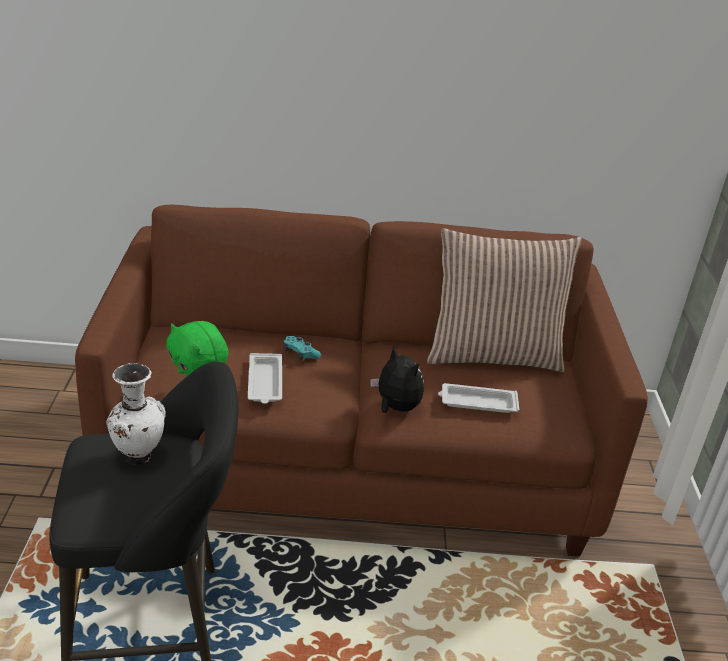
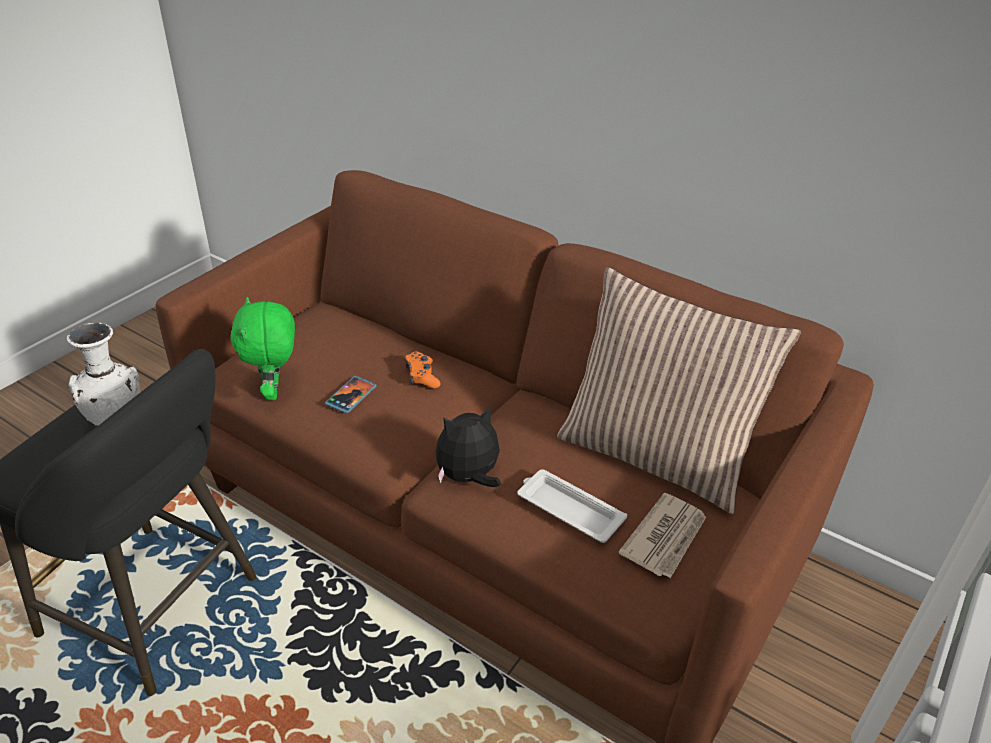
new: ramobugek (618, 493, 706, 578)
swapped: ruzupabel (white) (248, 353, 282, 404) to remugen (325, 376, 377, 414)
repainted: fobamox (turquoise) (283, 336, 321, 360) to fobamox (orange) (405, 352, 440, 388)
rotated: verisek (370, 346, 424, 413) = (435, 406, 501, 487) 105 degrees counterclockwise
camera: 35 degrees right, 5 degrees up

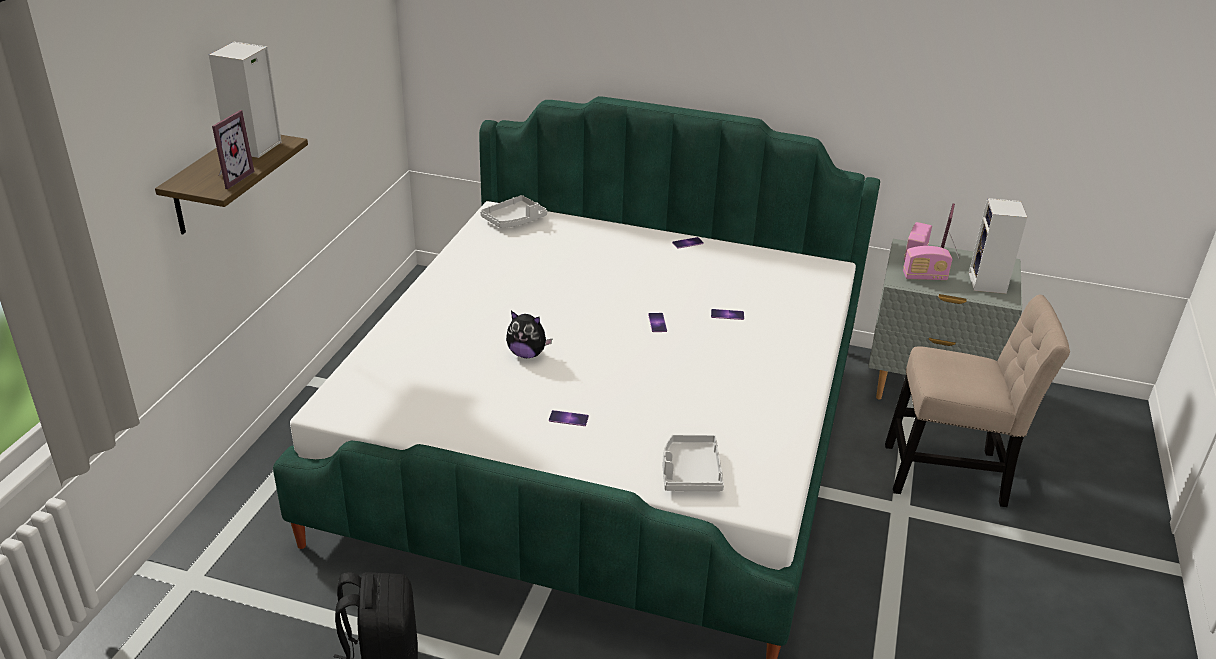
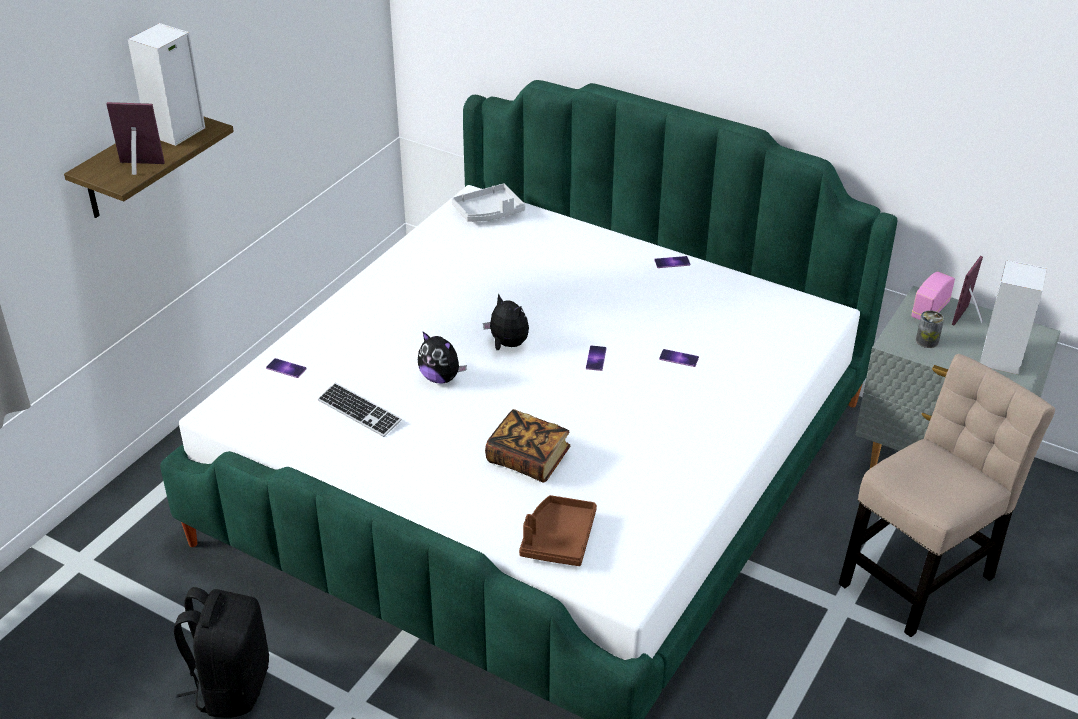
new: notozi (318, 383, 402, 437); verisek (483, 293, 529, 350); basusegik (485, 409, 570, 483)
shifted: remugen (549, 410, 589, 426) to (266, 358, 307, 378)
swapped: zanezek (903, 246, 952, 280) to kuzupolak (916, 310, 944, 348)
repainted: ruzupabel (grey) (662, 435, 724, 491) to ruzupabel (brown) (519, 495, 597, 566)
rotated: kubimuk (212, 110, 254, 189) = (106, 102, 165, 175) 120 degrees counterclockwise; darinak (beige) (885, 294, 1070, 507) = (839, 354, 1055, 637) 60 degrees counterclockwise
camera: 15 degrees right, 5 degrees up

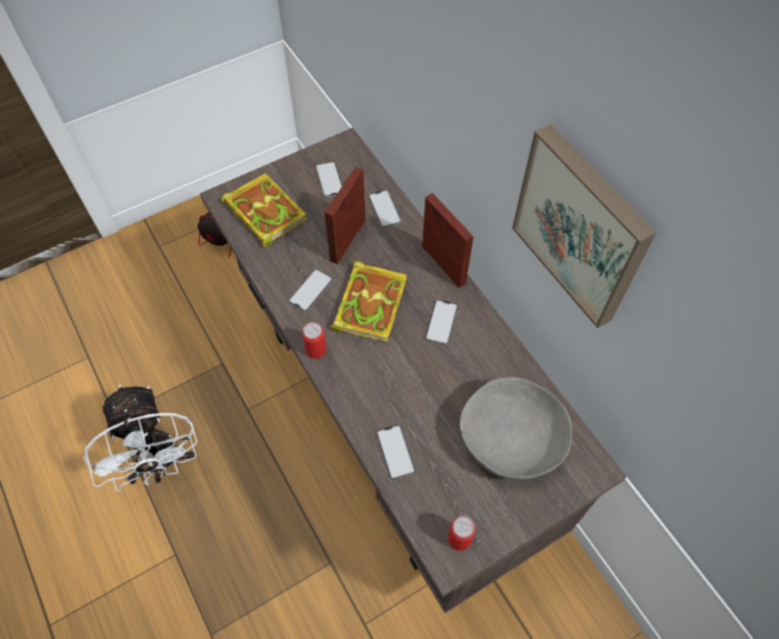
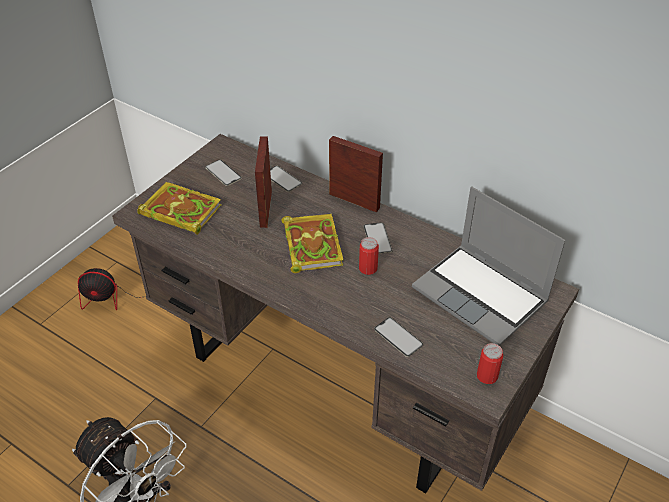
gone: remugen (288, 269, 333, 312); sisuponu (512, 124, 656, 328)
shifted: kuzupolak (302, 322, 327, 359) to (359, 237, 379, 275)
swapped: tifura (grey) (460, 377, 572, 481) to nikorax (412, 187, 565, 346)
camera: 25 degrees left, 15 degrees down

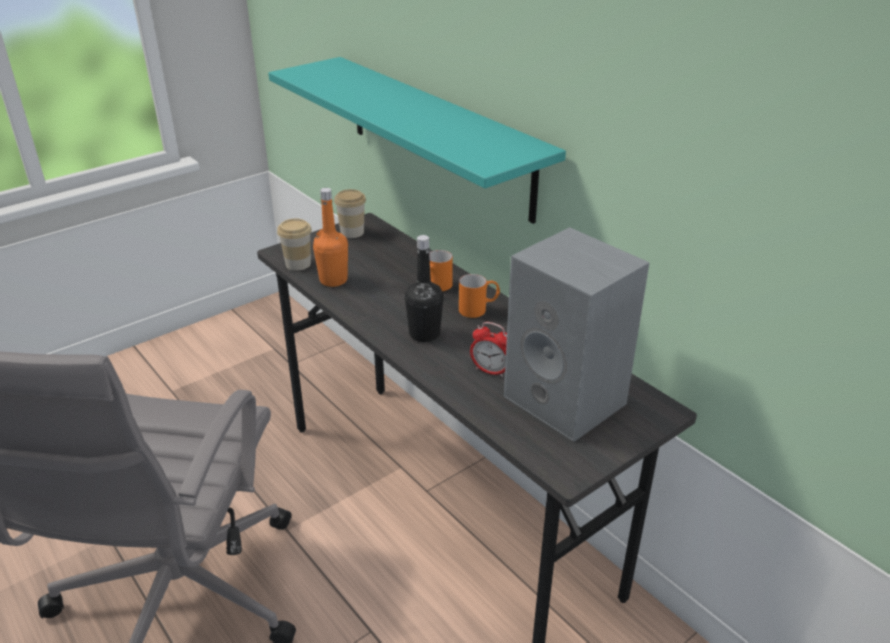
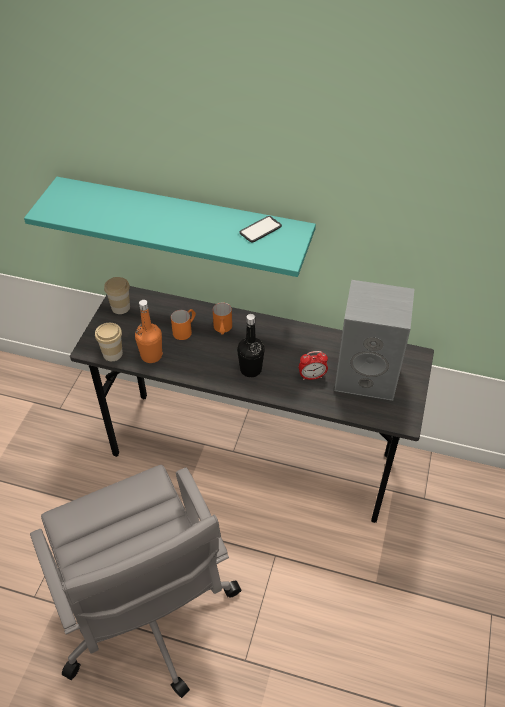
new: remugen (239, 216, 282, 242)
shifted: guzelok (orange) (459, 274, 500, 318) to (171, 309, 196, 340)
camera: 35 degrees left, 15 degrees up

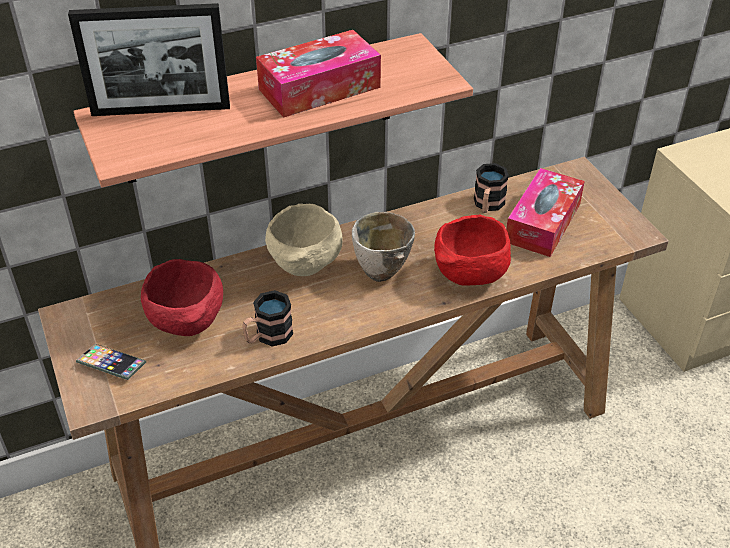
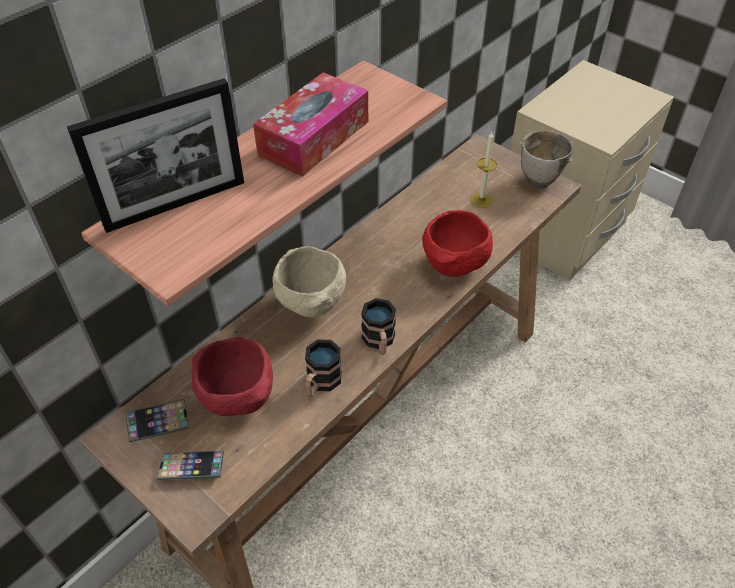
new: remugen (126, 399, 190, 442)
shifted: guzelok (474, 163, 509, 213) to (361, 298, 396, 355); tifura (352, 212, 415, 282) to (520, 130, 573, 188)
swapped: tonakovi (506, 168, 585, 257) to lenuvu (470, 132, 497, 208)
camera: 25 degrees left, 5 degrees up

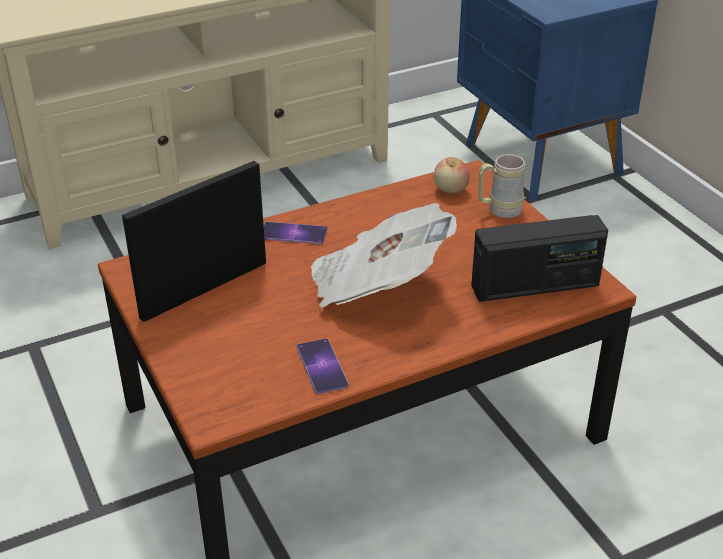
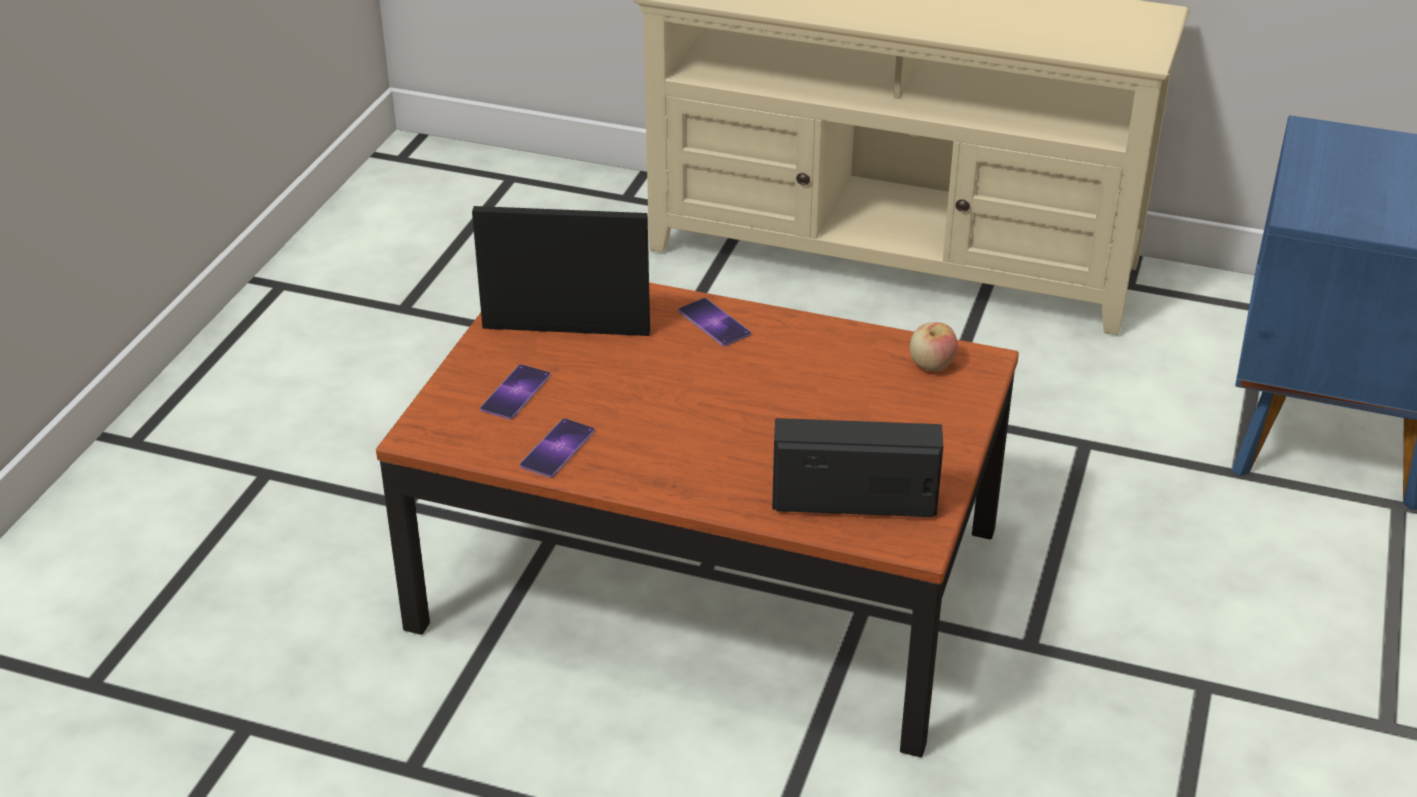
gone: ramobugek (311, 203, 457, 308); guzelok (beige) (478, 154, 525, 218)
new: remugen (480, 364, 551, 420)
rotated: zanezek (471, 215, 608, 302) = (772, 418, 943, 517) 150 degrees clockwise
camera: 45 degrees right, 0 degrees up

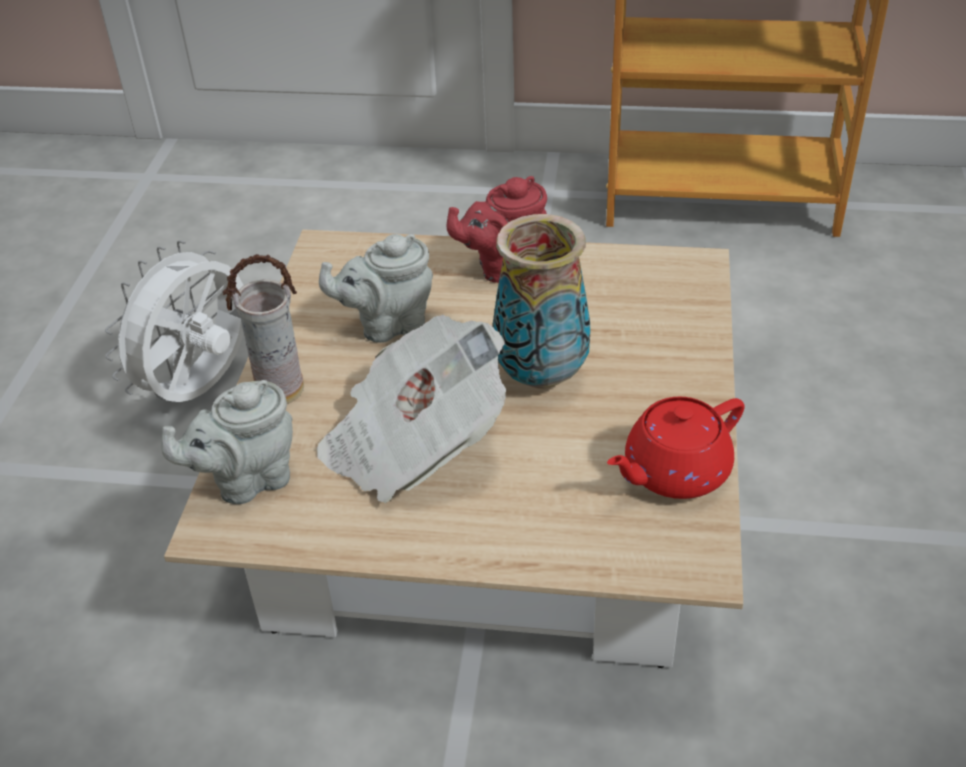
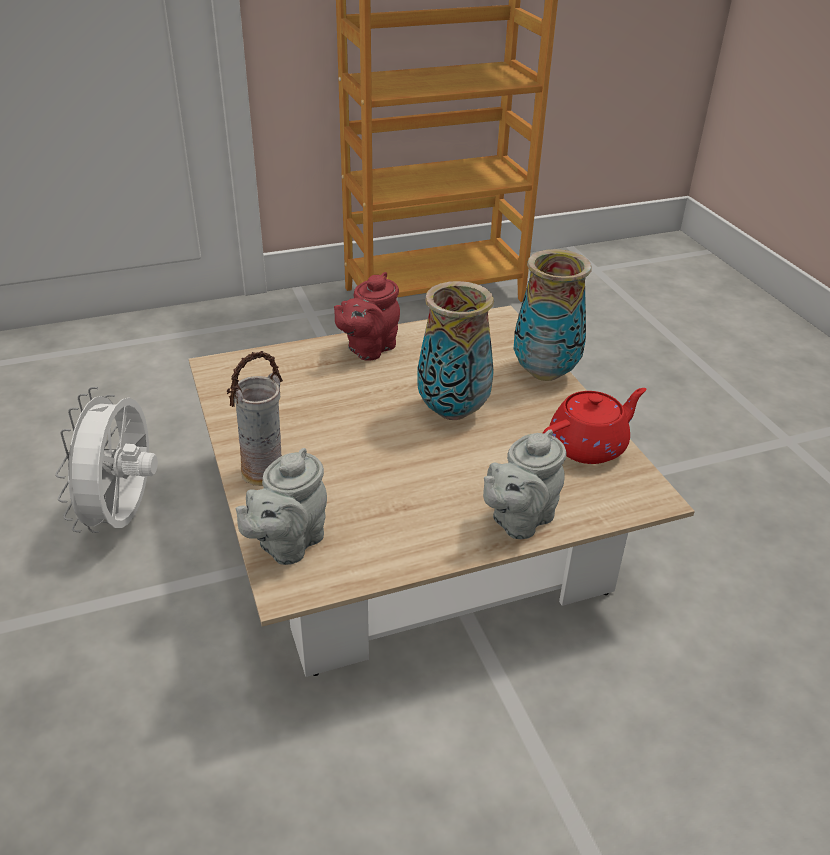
gone: ramobugek (317, 315, 507, 503)
new: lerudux (514, 249, 592, 381)
shifted: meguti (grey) (319, 234, 433, 343) to (483, 429, 567, 539)
rotated: meguti (red) (607, 397, 745, 499) = (543, 388, 647, 464) 150 degrees counterclockwise
camera: 30 degrees left, 5 degrees down

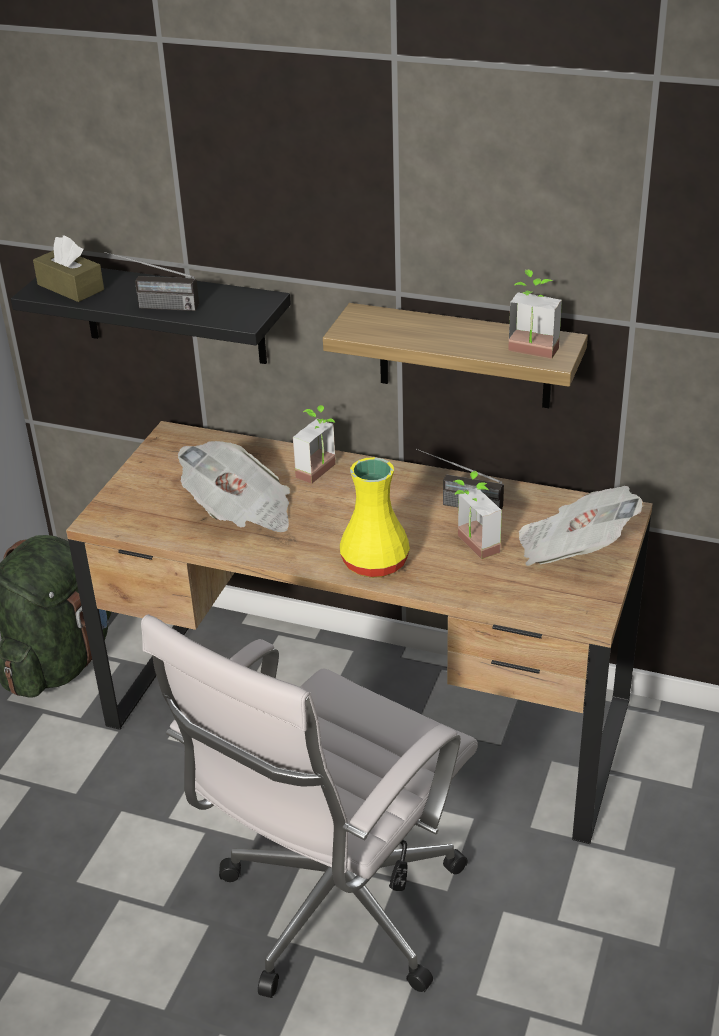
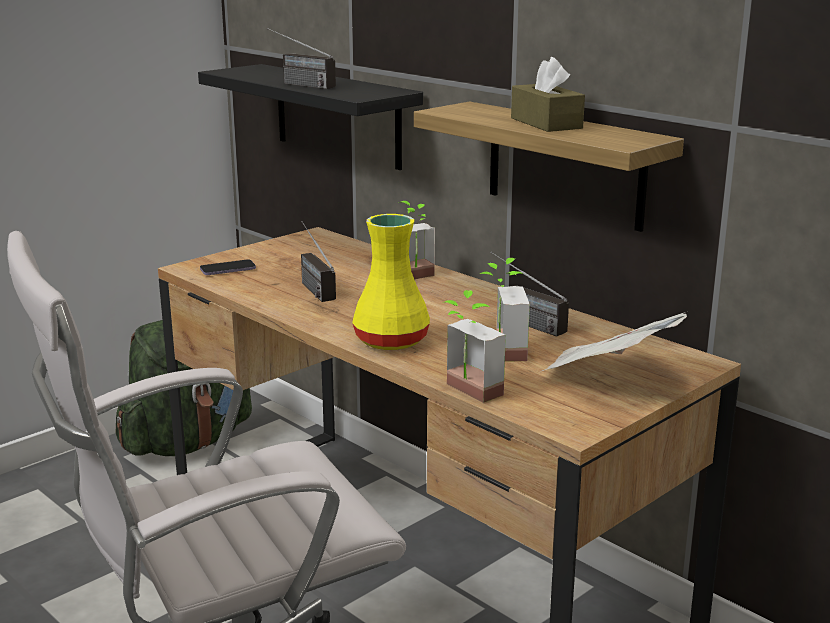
new: remugen (200, 260, 256, 275)
shifted: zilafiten (508, 270, 562, 359) to (445, 290, 506, 403); tonakovi (brown) (33, 235, 104, 302) to (511, 57, 585, 132)
swapped: ramobugek (178, 441, 290, 532) to zanezek (301, 221, 336, 302)
camera: 25 degrees right, 15 degrees down

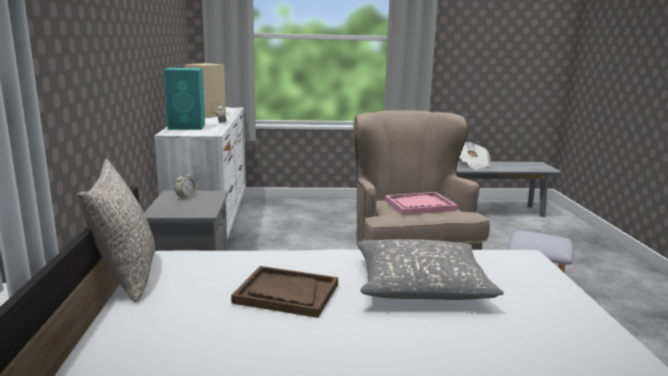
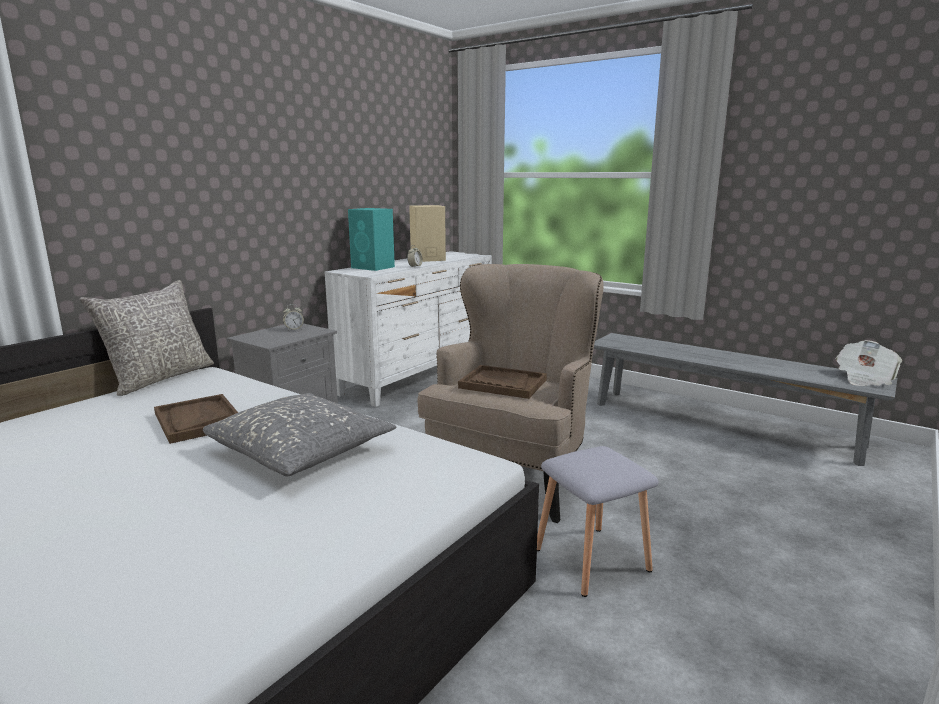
shifted: ramobugek (459, 142, 490, 169) to (836, 340, 902, 386)
repainted: ruzupabel (pink) (385, 192, 457, 215) to ruzupabel (brown) (458, 365, 547, 399)
camera: 40 degrees right, 0 degrees up

